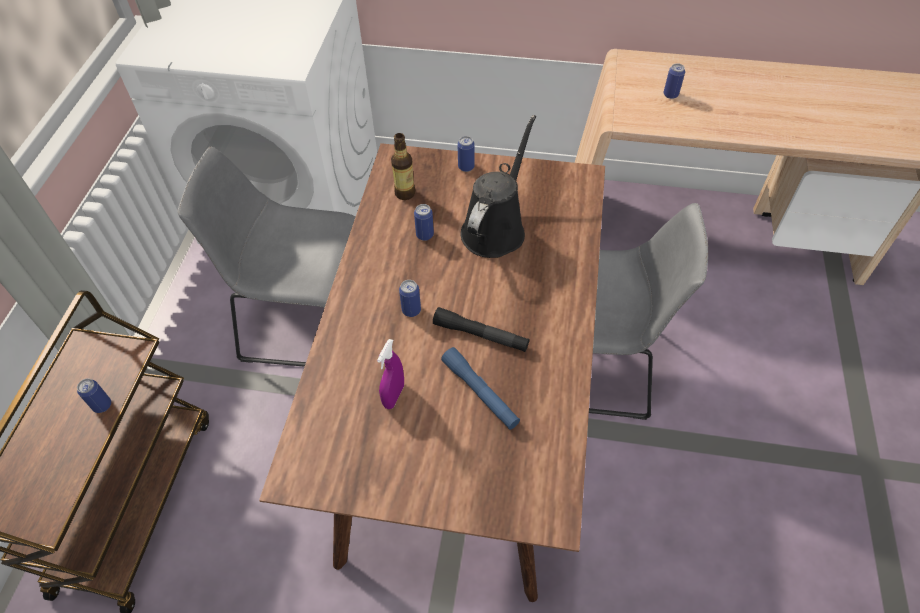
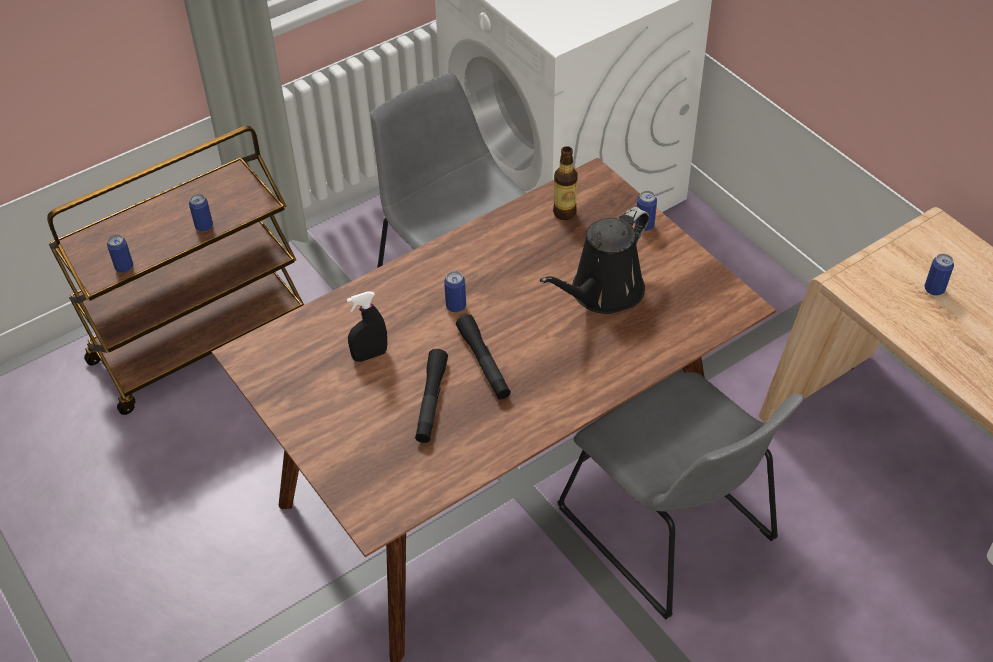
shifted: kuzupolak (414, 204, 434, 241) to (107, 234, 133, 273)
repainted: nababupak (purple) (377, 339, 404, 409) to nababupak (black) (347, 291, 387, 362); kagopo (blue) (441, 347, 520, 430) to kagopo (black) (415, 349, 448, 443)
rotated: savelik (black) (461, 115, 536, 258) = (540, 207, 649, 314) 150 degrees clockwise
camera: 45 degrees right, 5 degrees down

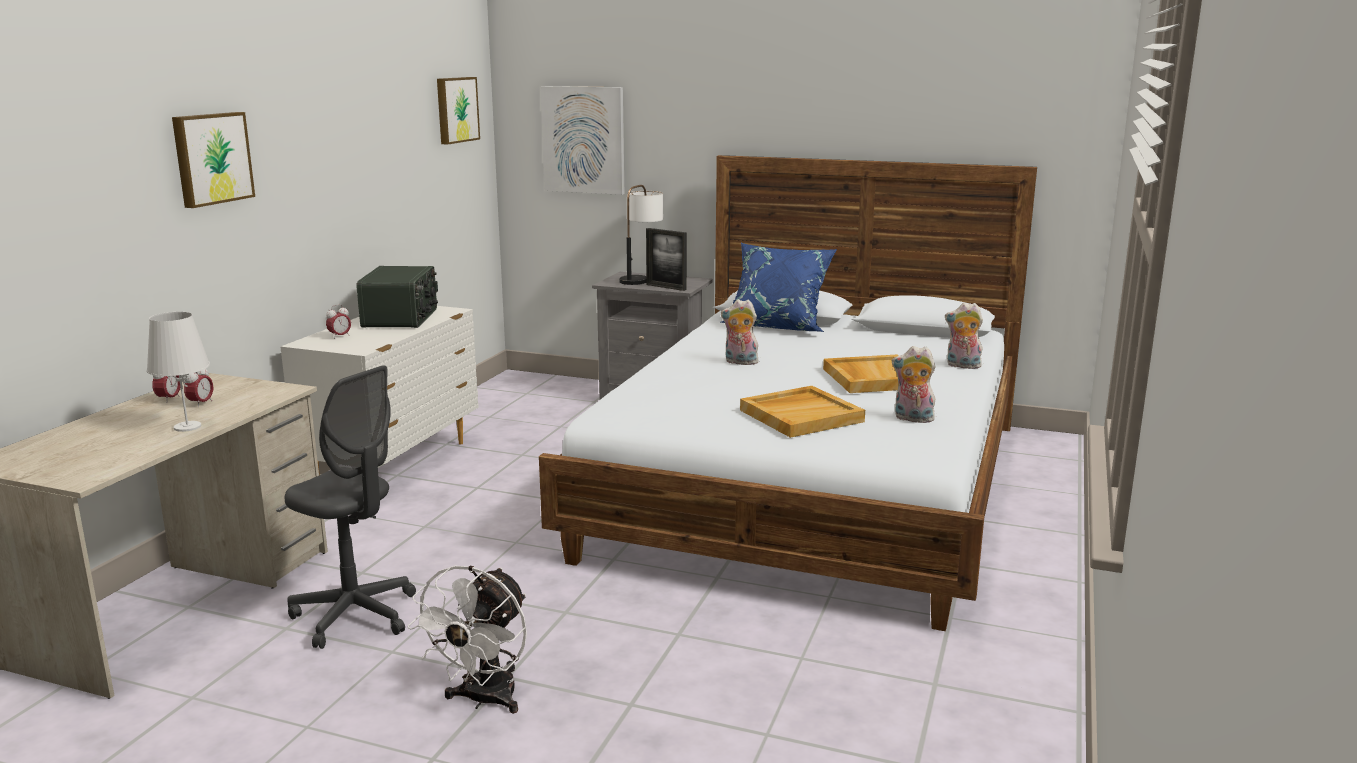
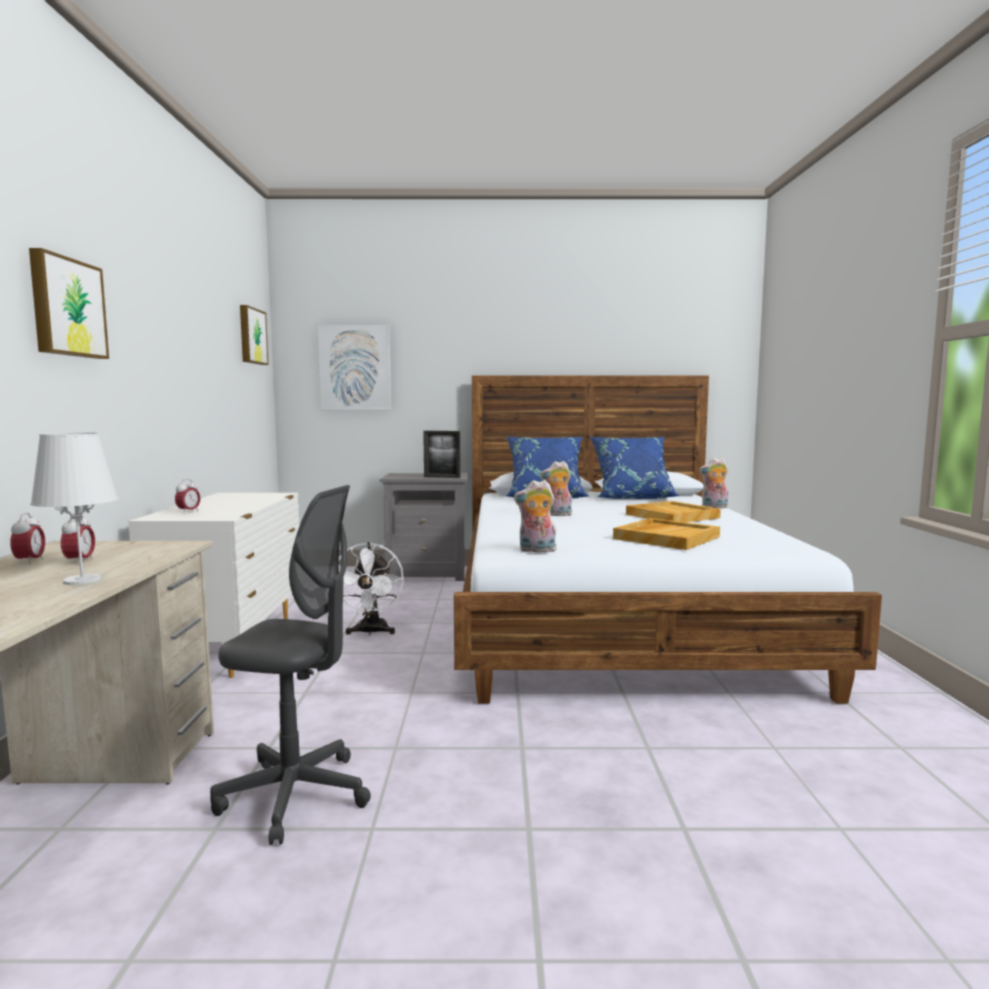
gone: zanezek (356, 266, 438, 328); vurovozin (619, 185, 663, 285)
new: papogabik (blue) (590, 437, 679, 499)
shifted: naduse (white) (407, 566, 527, 714) to (339, 542, 404, 635); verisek (892, 346, 937, 423) to (514, 480, 556, 552)
camera: 20 degrees left, 10 degrees down

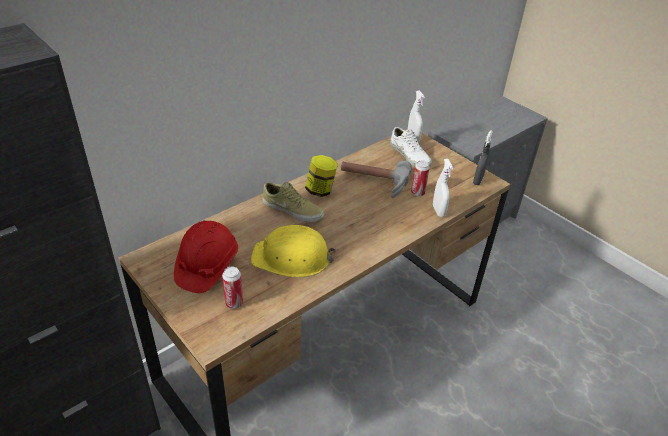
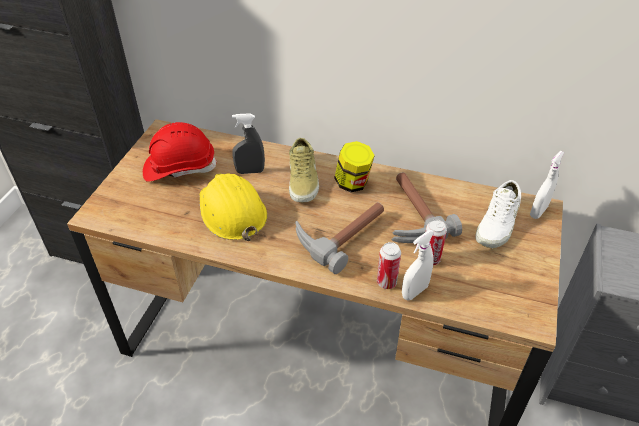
new: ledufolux (295, 202, 384, 274)
shifted: nababupak (grey) (473, 130, 493, 185) to (232, 113, 265, 174); kuzupolak (222, 267, 243, 309) to (377, 242, 401, 289)
camera: 60 degrees right, 5 degrees up

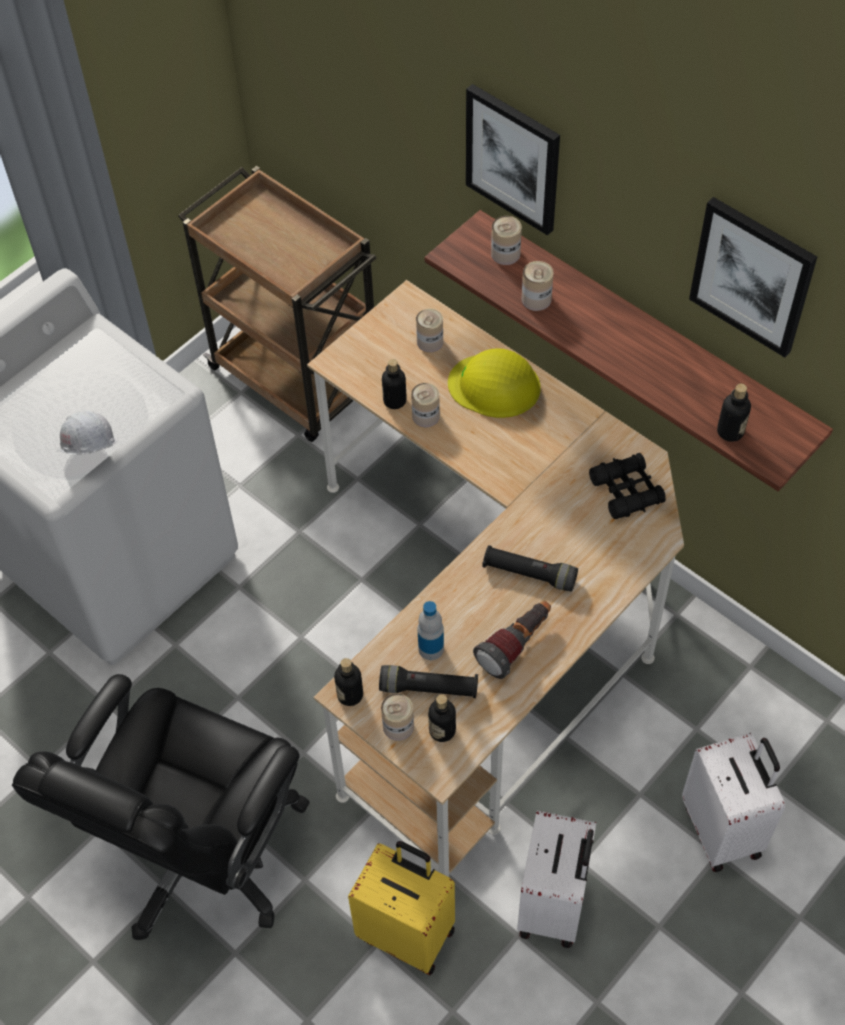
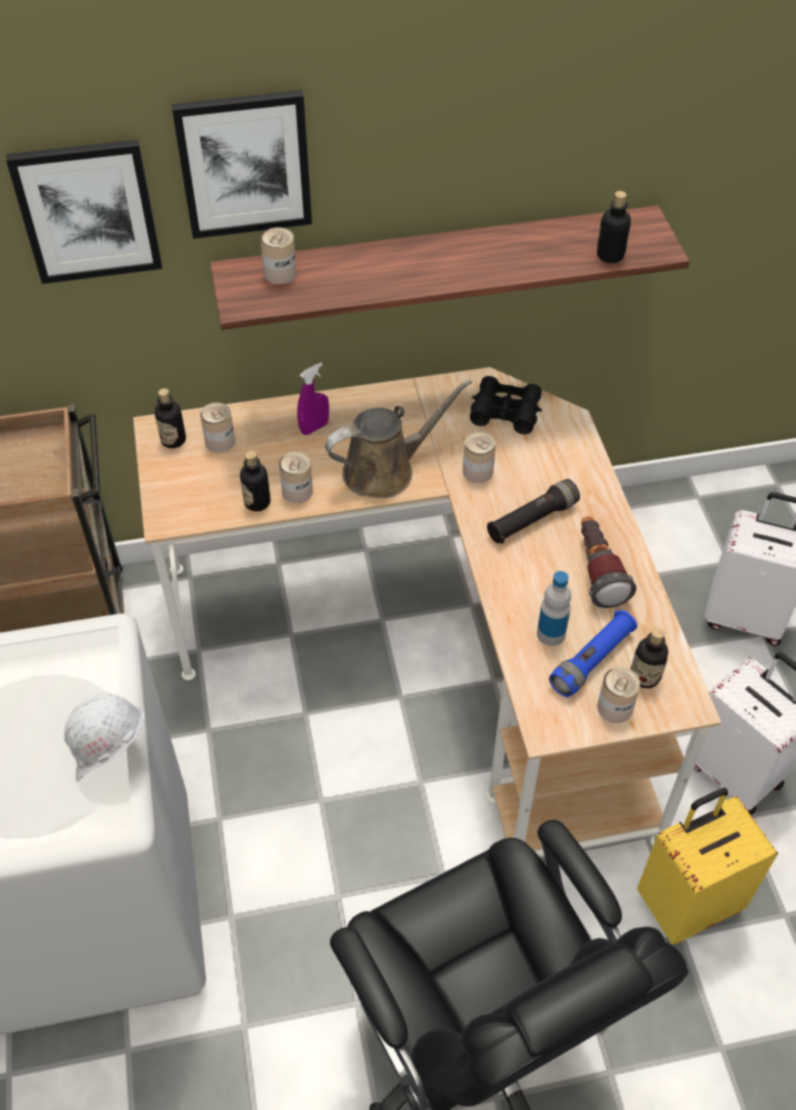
new: savelik (brown) (325, 379, 472, 498)
shifted: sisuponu (689, 197, 817, 358) to (6, 140, 162, 284); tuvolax (334, 658, 363, 706) to (154, 388, 186, 448); kuzupolak (522, 261, 554, 311) to (463, 432, 496, 483)
swapped: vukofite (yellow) (448, 348, 541, 418) to nababupak (purple) (297, 363, 329, 435)
repainted: kagopo (black) (379, 665, 478, 698) to kagopo (blue) (549, 610, 637, 697)
camera: 55 degrees left, 5 degrees down

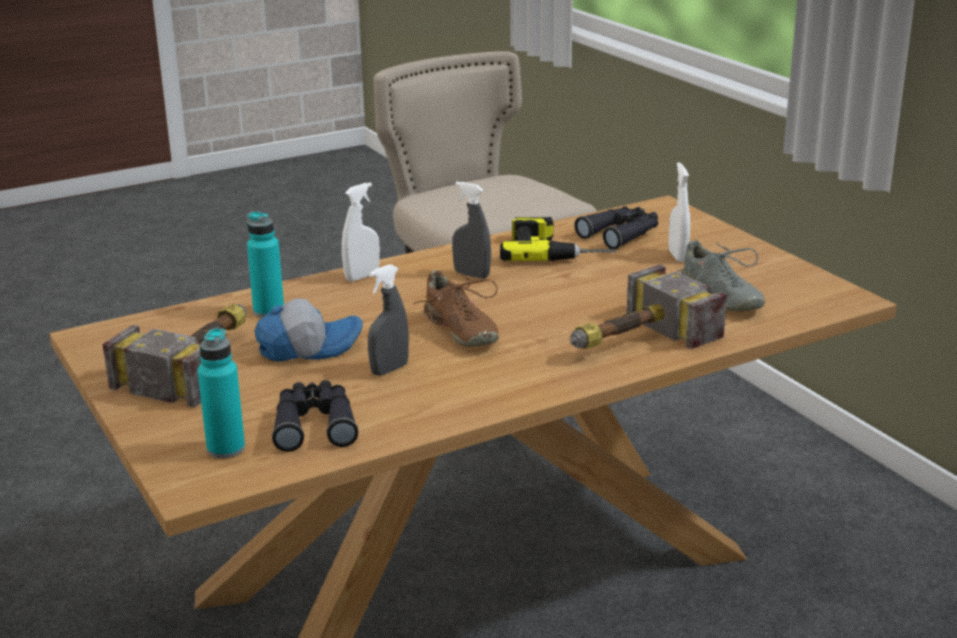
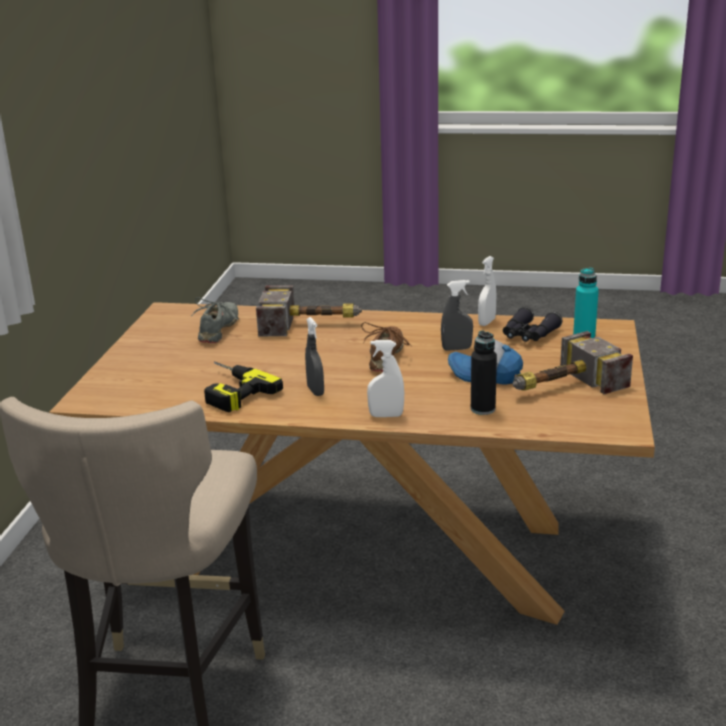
gone: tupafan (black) (574, 206, 658, 249)
shifted: nababupak (white) (669, 162, 690, 262) to (478, 256, 497, 326)
repainted: tuvolax (turquoise) (247, 211, 284, 317) to tuvolax (black) (471, 331, 497, 415)
camera: 140 degrees left, 0 degrees up

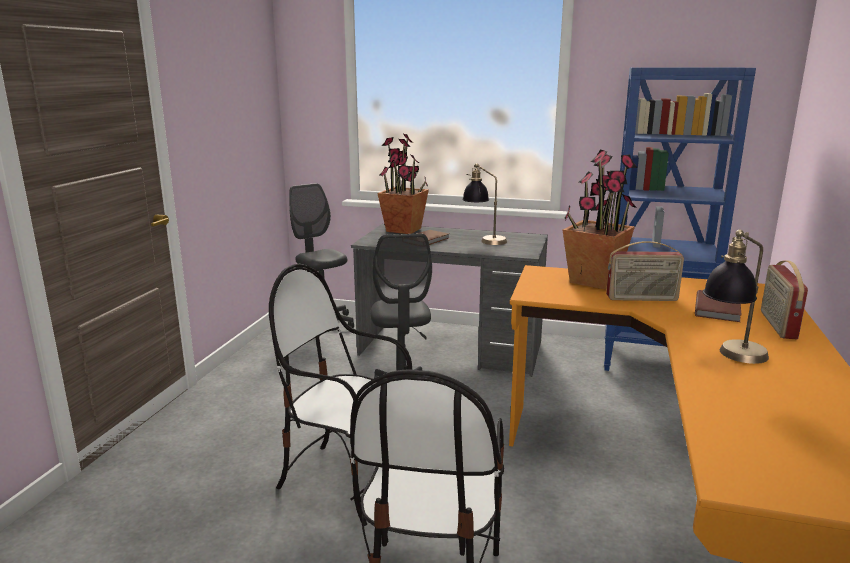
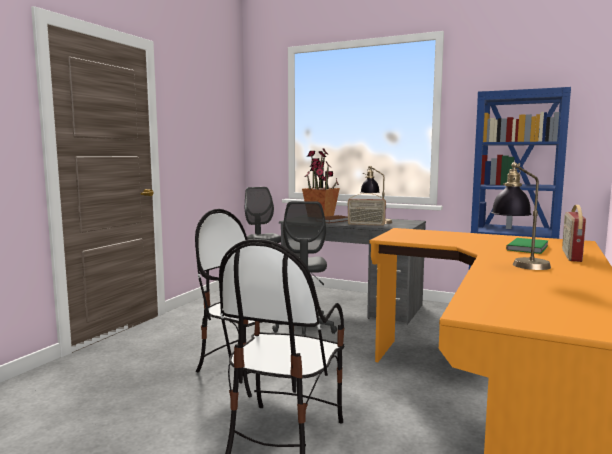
gone: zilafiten (563, 149, 637, 290)
shifted: zanezek (606, 241, 684, 301) to (348, 193, 386, 226)
repainted: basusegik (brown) (695, 290, 742, 322) to basusegik (green) (506, 238, 549, 254)
camera: 10 degrees right, 10 degrees down

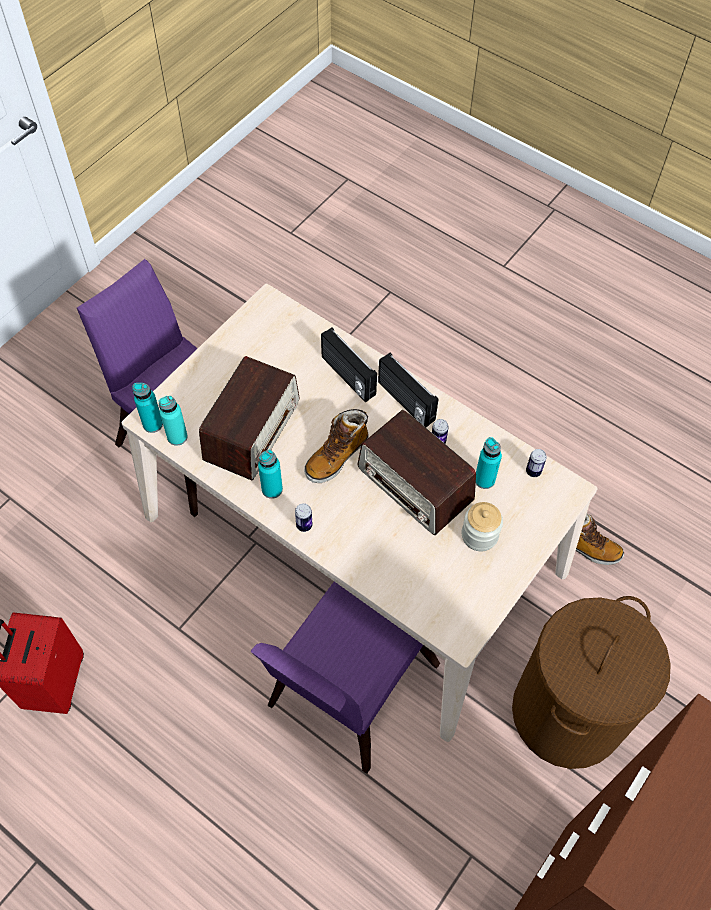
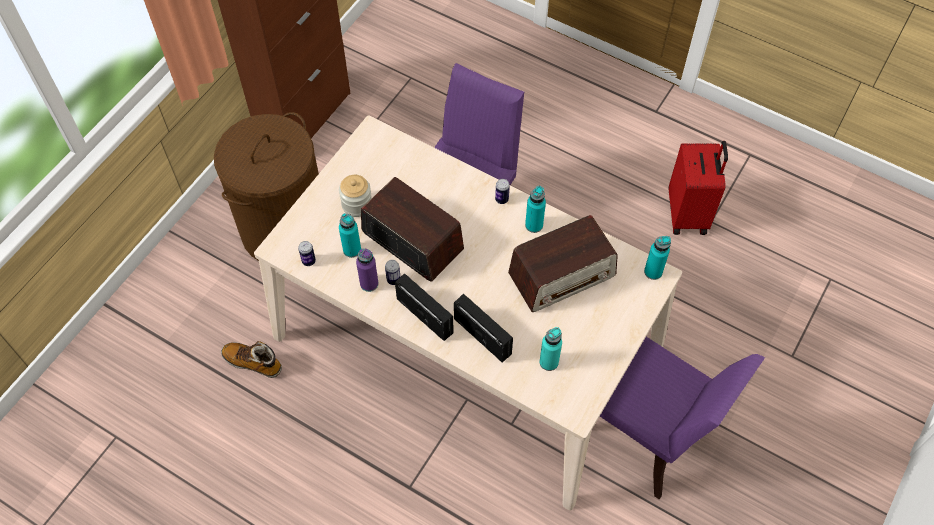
gone: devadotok (304, 409, 369, 483)
new: tuvolax (purple) (356, 249, 379, 292)
shifted: tuvolax (turquoise) (159, 396, 188, 446) to (539, 327, 562, 371)
rotated: zanezek (199, 356, 299, 481) = (508, 215, 618, 312) 135 degrees counterclockwise
camera: 175 degrees right, 0 degrees up

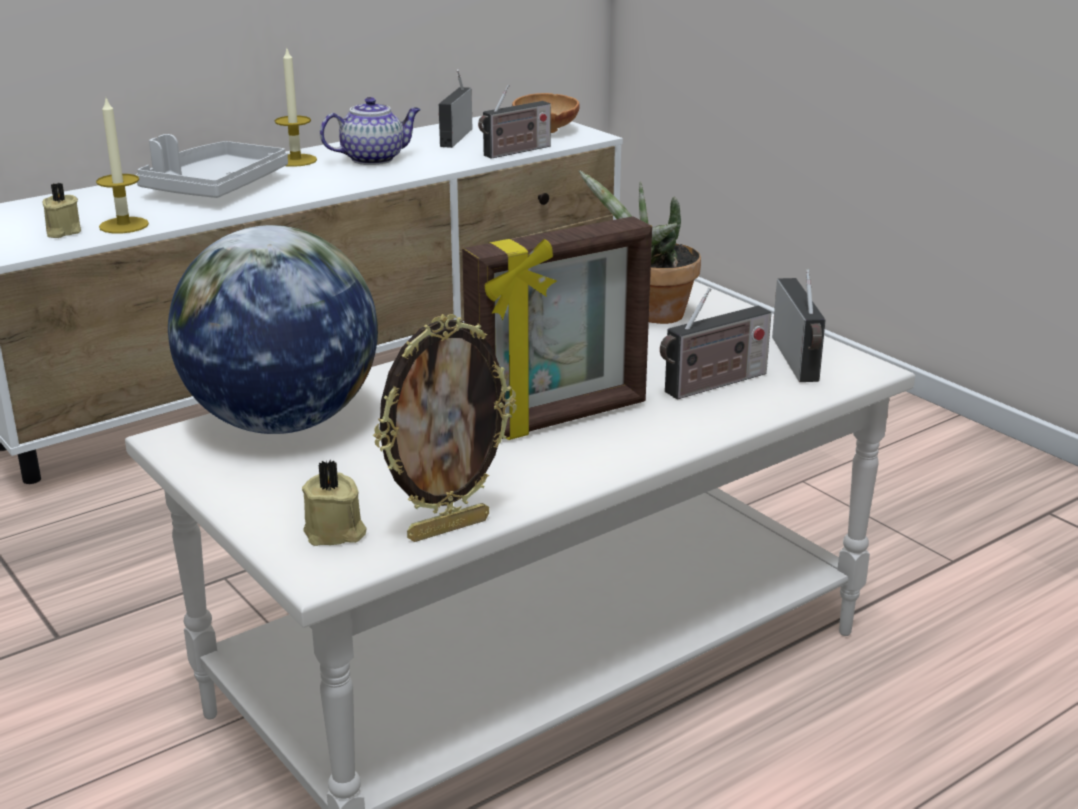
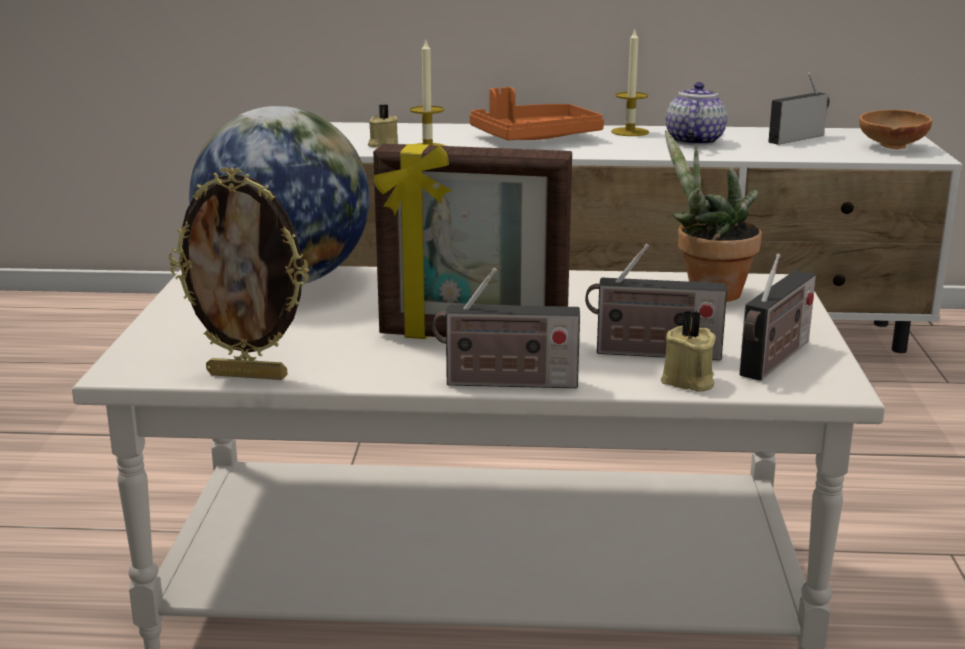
shifted: zanezek (478, 85, 551, 159) to (432, 268, 580, 388); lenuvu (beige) (302, 460, 366, 546) to (661, 310, 716, 392)
repainted: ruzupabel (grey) (136, 134, 288, 198) to ruzupabel (orange) (470, 87, 604, 141)
rotated: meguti (320, 97, 421, 165) = (666, 82, 727, 146) 90 degrees counterclockwise
camera: 40 degrees right, 5 degrees down

